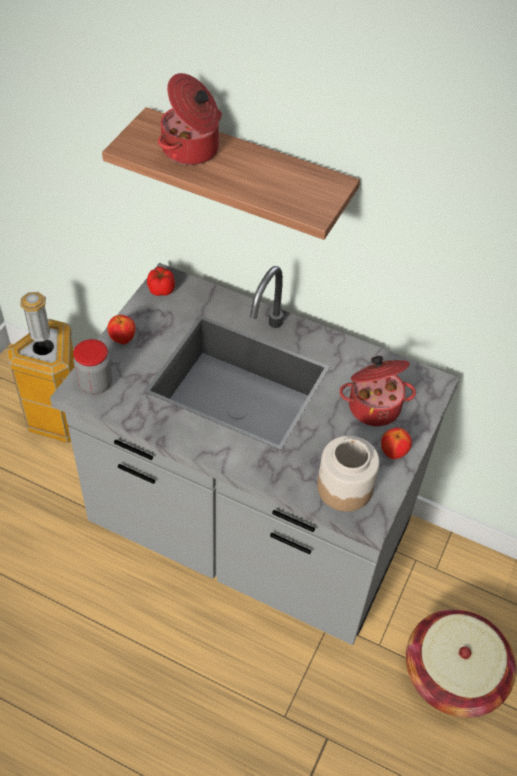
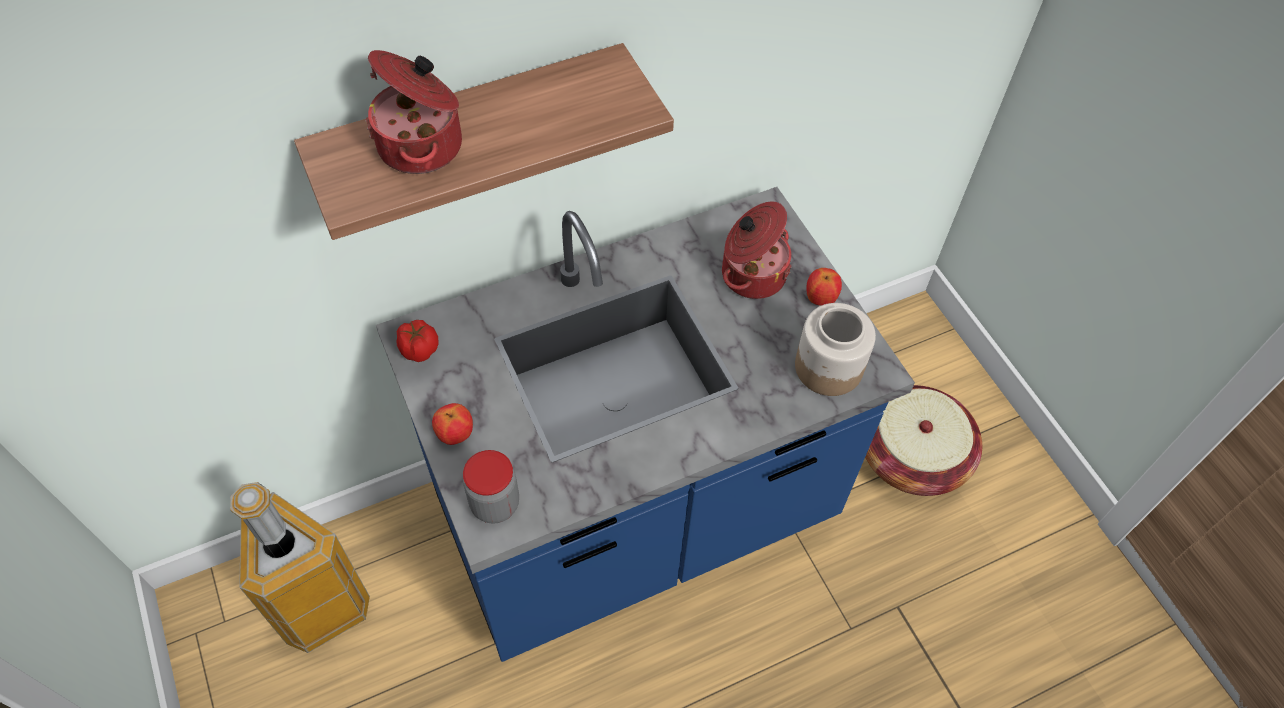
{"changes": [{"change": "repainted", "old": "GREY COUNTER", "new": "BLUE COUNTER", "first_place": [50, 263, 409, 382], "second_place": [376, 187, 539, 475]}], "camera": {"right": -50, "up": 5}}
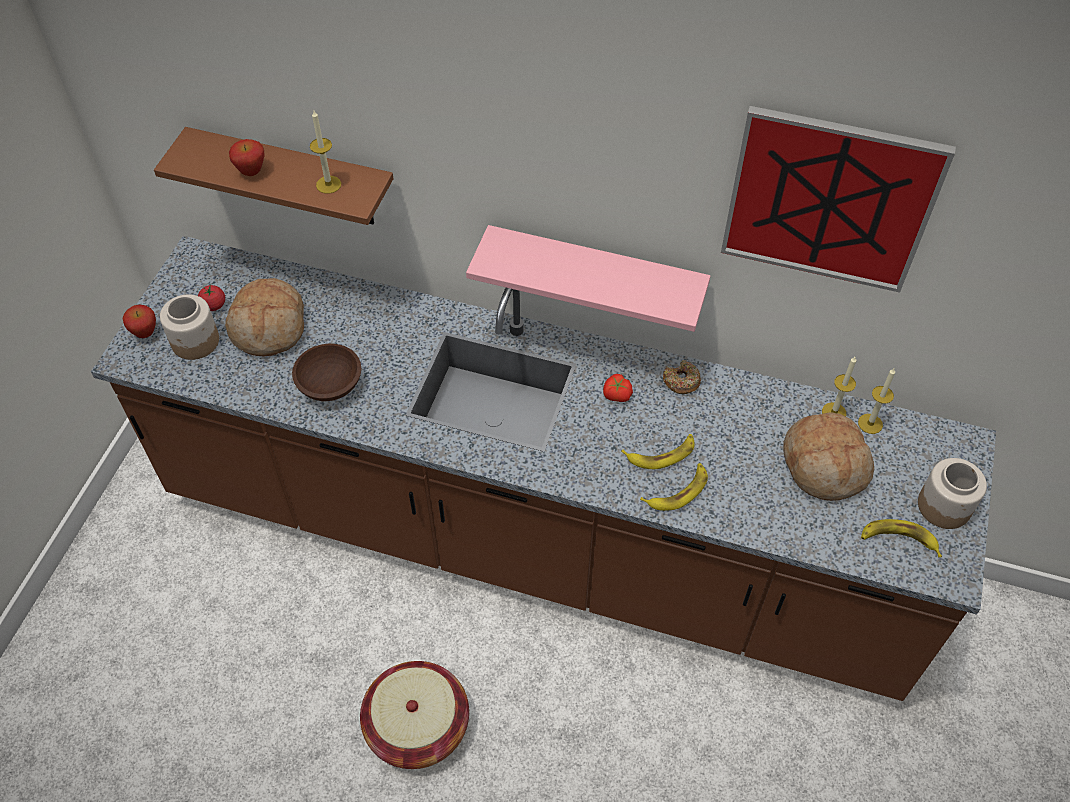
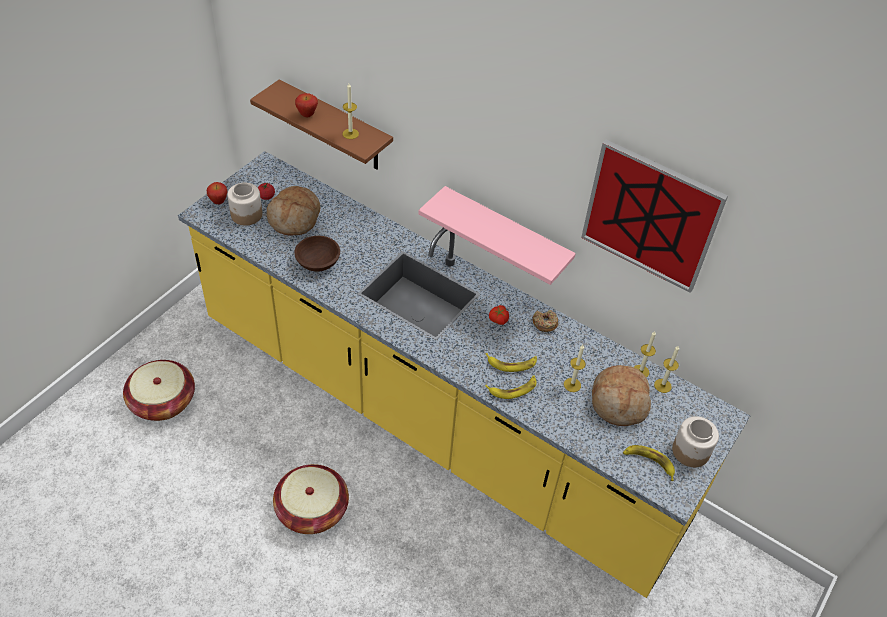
{"changes": [{"change": "new", "new": "BASKET", "second_place": [123, 360, 72, 61]}, {"change": "new", "new": "CANDLE", "second_place": [564, 345, 22, 47]}, {"change": "repainted", "old": "BROWN COUNTER", "new": "YELLOW COUNTER", "first_place": [91, 236, 905, 465], "second_place": [178, 151, 572, 447]}], "camera": {"right": 15, "up": -5}}
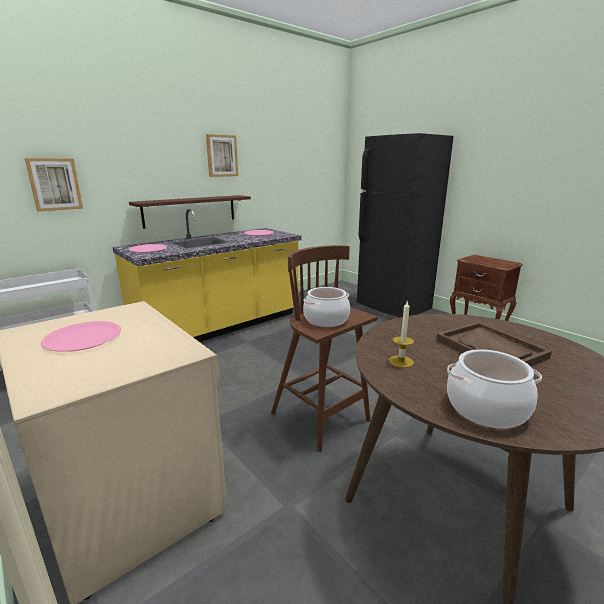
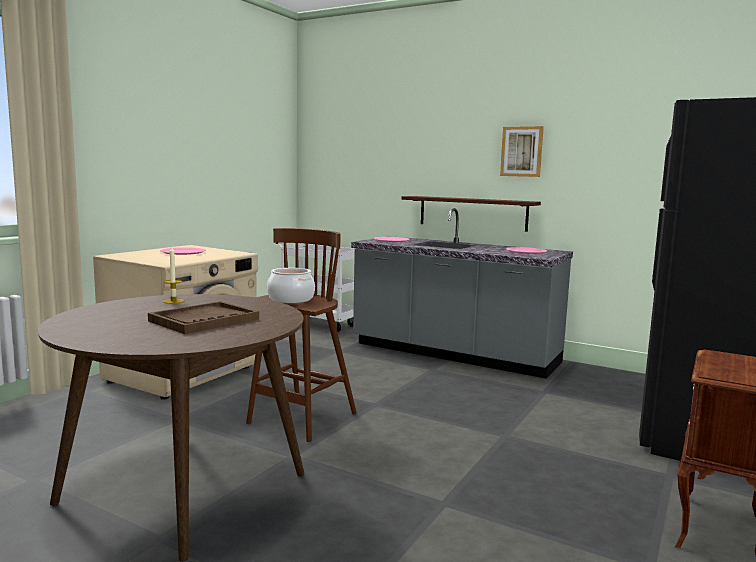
{"changes": [{"change": "gone", "old": "PICTURE", "first_place": [25, 158, 58, 54]}, {"change": "gone", "old": "COOKING POT", "first_place": [447, 349, 95, 80]}, {"change": "repainted", "old": "YELLOW COUNTER", "new": "GREY COUNTER", "first_place": [112, 209, 189, 133], "second_place": [351, 208, 222, 171]}], "camera": {"right": 70, "up": -10}}
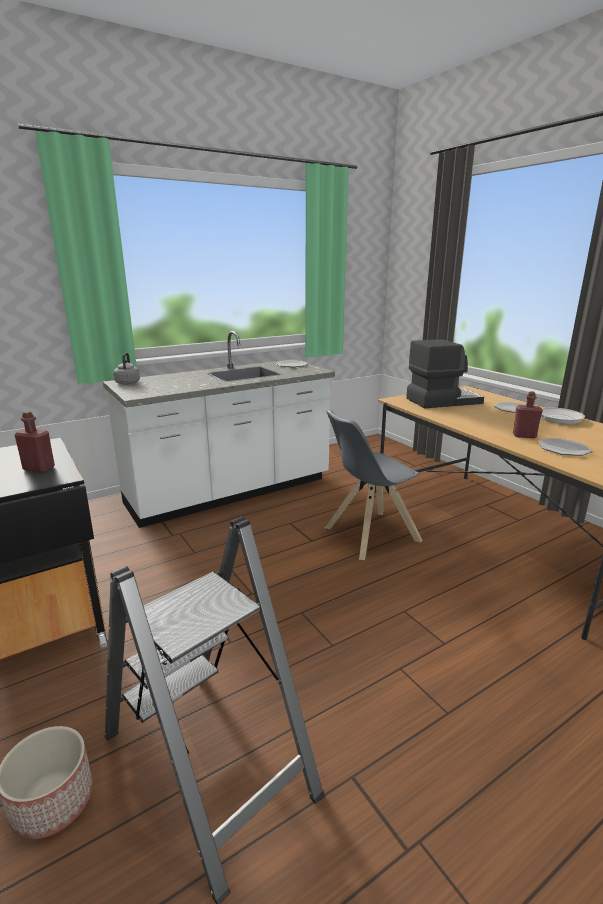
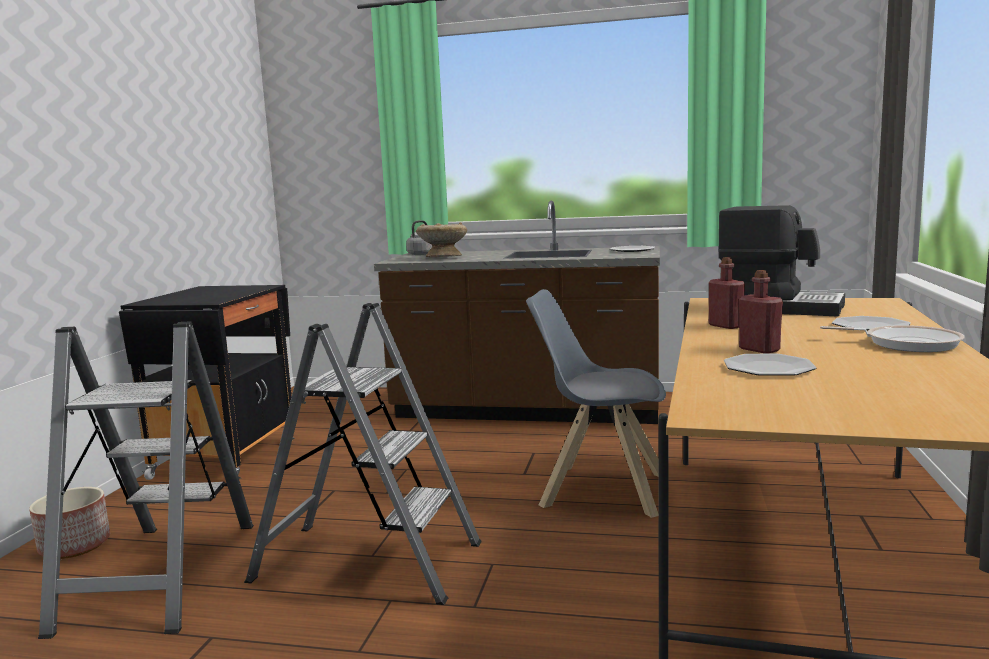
{"changes": [{"change": "new", "new": "GREY STEP LADDER", "second_place": [244, 303, 238, 302]}, {"change": "new", "new": "BEIGE BOWL", "second_place": [416, 222, 51, 35]}, {"change": "shifted", "old": "RED BOTTLE", "first_place": [15, 411, 40, 62], "second_place": [709, 257, 36, 72]}, {"change": "repainted", "old": "WHITE COUNTER", "new": "BROWN COUNTER", "first_place": [103, 331, 232, 197], "second_place": [374, 201, 286, 223]}], "camera": {"right": 45, "up": -10}}
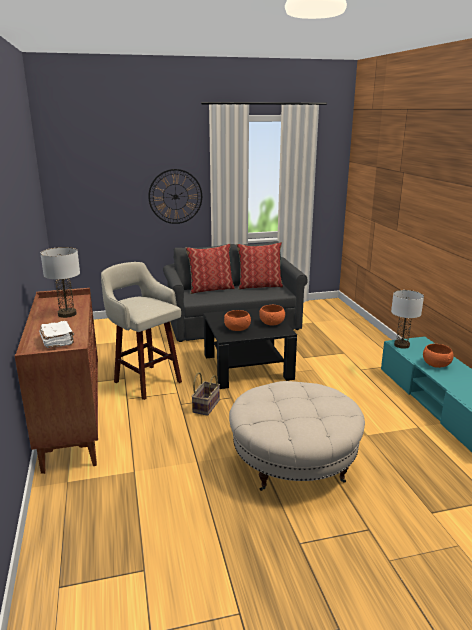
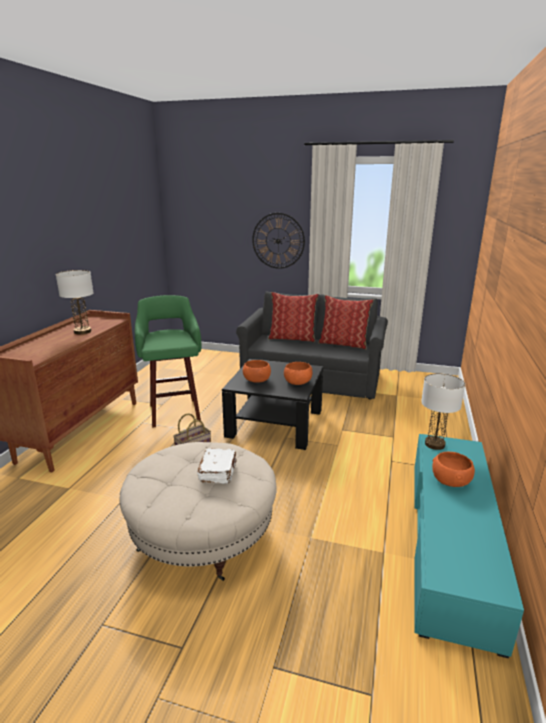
{"changes": [{"change": "shifted", "old": "WHITE BOOK", "first_place": [39, 321, 35, 27], "second_place": [197, 448, 40, 36]}, {"change": "repainted", "old": "BEIGE STOOL", "new": "GREEN STOOL", "first_place": [101, 262, 81, 138], "second_place": [135, 295, 66, 133]}], "camera": {"right": 30, "up": 0}}
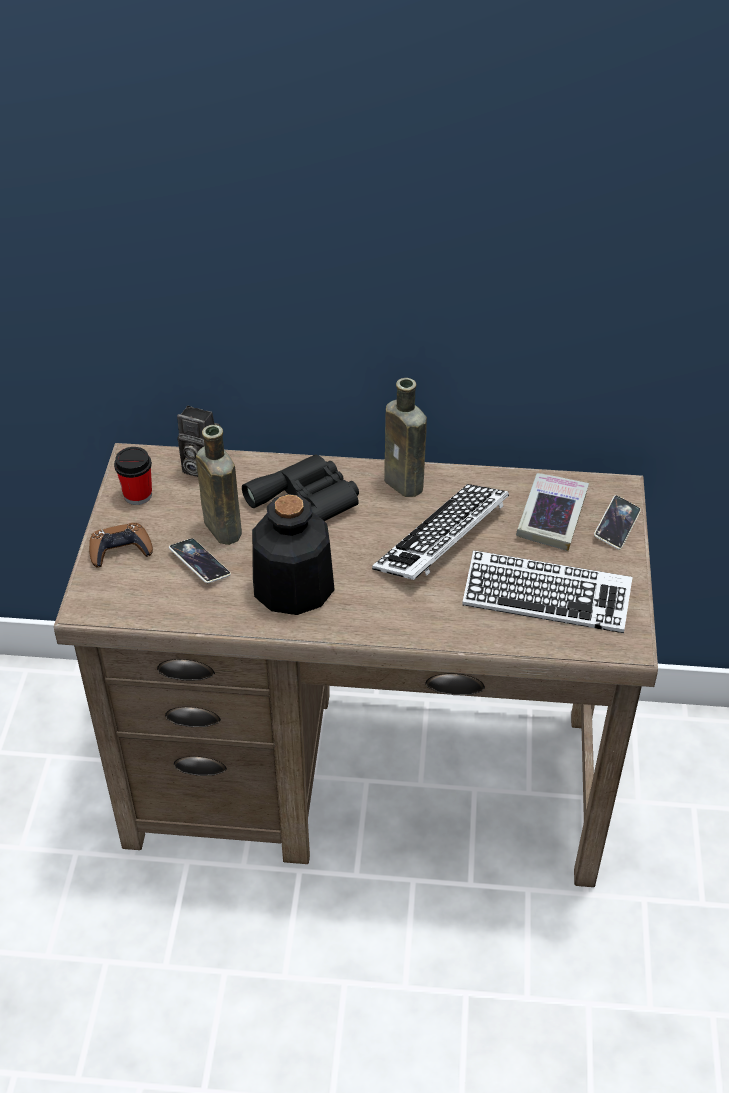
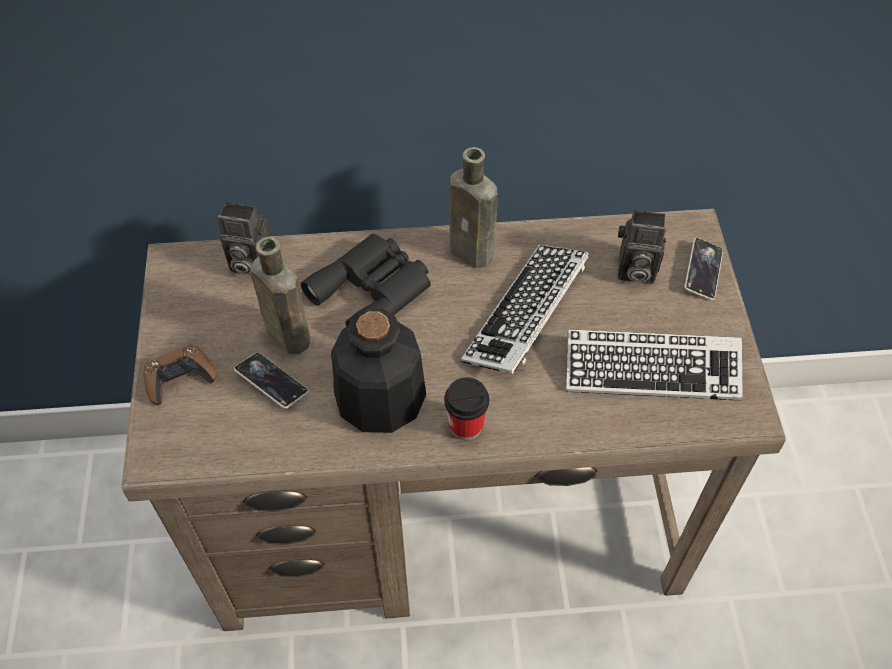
{"changes": [{"change": "shifted", "old": "CUP", "first_place": [114, 447, 38, 58], "second_place": [444, 377, 45, 63]}, {"change": "swapped", "old": "BOOK", "new": "PHOTO CAMERA", "first_place": [516, 473, 73, 78], "second_place": [618, 210, 48, 74]}], "camera": {"right": -10, "up": 10}}
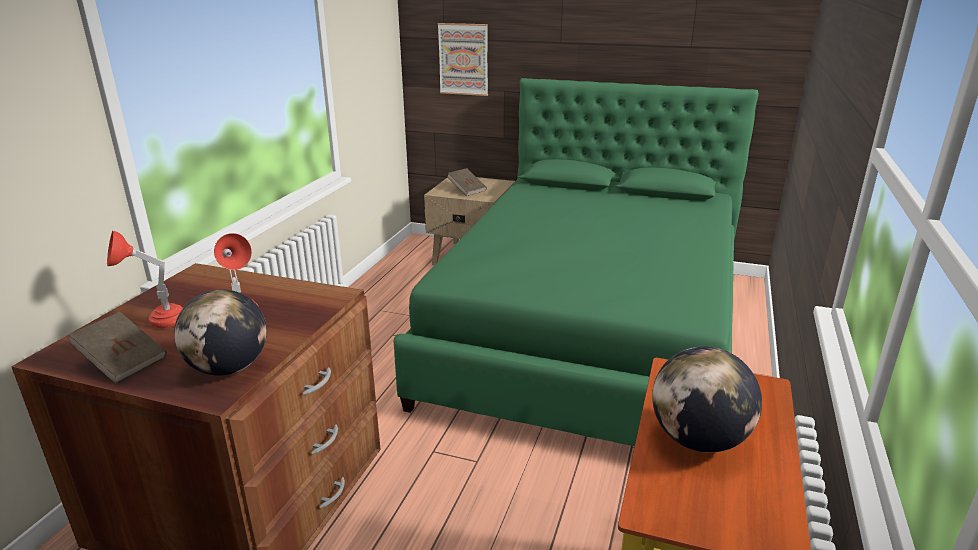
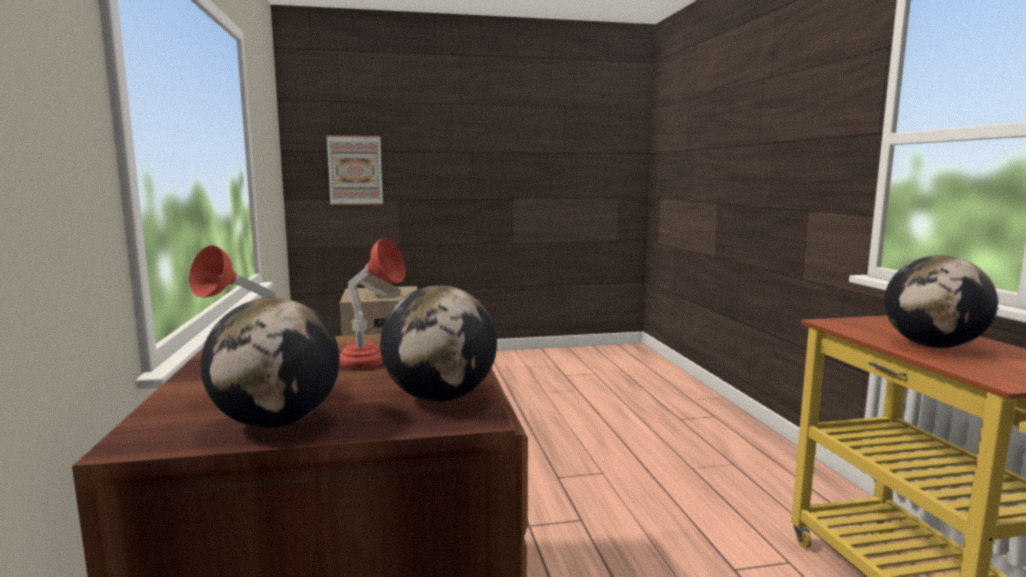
{"changes": [{"change": "gone", "old": "GREEN BED", "first_place": [394, 78, 365, 368]}, {"change": "swapped", "old": "BROWN BOOK", "new": "GLOBE", "first_place": [69, 312, 98, 72], "second_place": [201, 298, 139, 130]}], "camera": {"right": -30, "up": -15}}
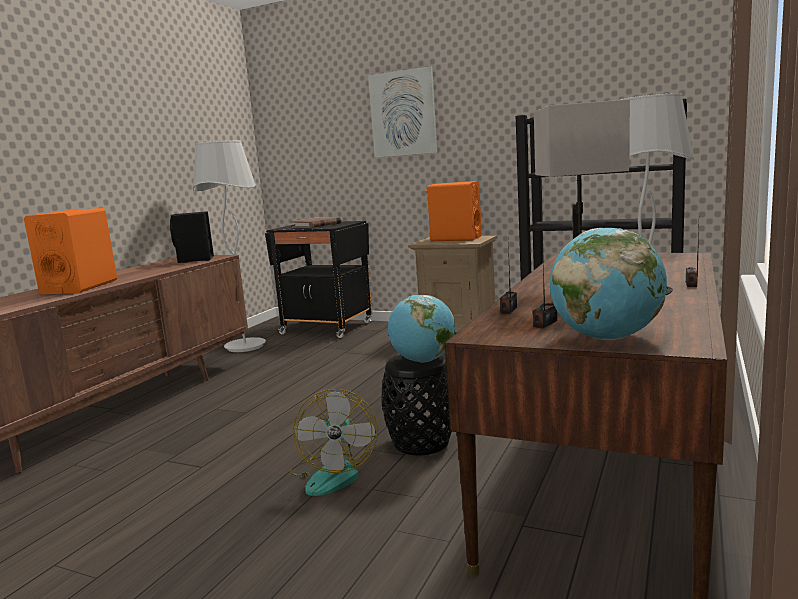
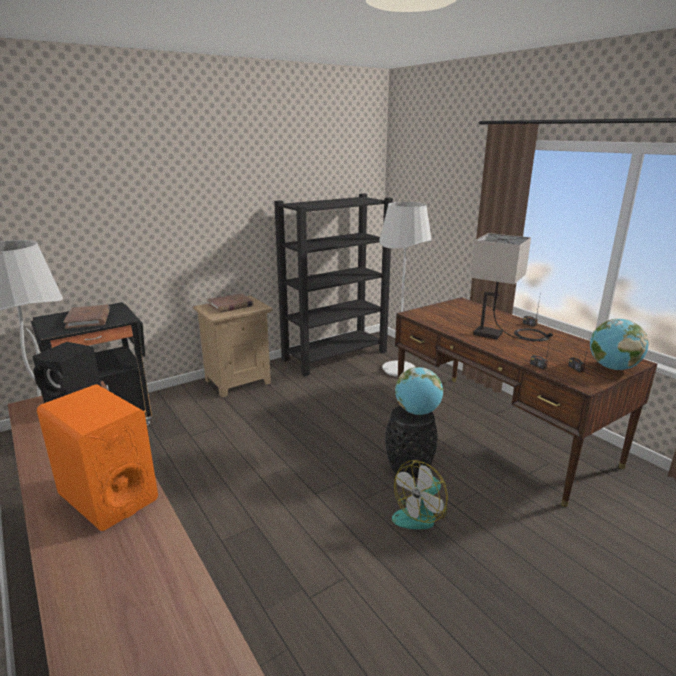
{"changes": [{"change": "gone", "old": "PICTURE", "first_place": [368, 66, 69, 92]}, {"change": "swapped", "old": "ORANGE SPEAKER", "new": "BROWN BOOK", "first_place": [425, 181, 57, 60], "second_place": [207, 293, 47, 20]}, {"change": "rotated", "old": "FAN", "first_place": [290, 389, 88, 107], "second_place": [392, 460, 56, 70], "degrees": 105}], "camera": {"right": -60, "up": 10}}
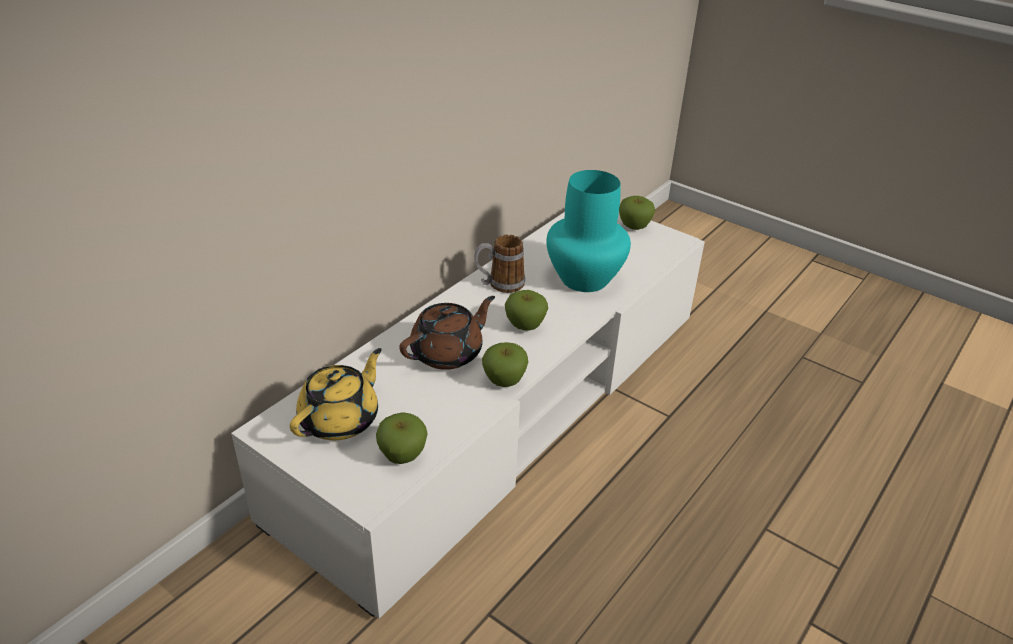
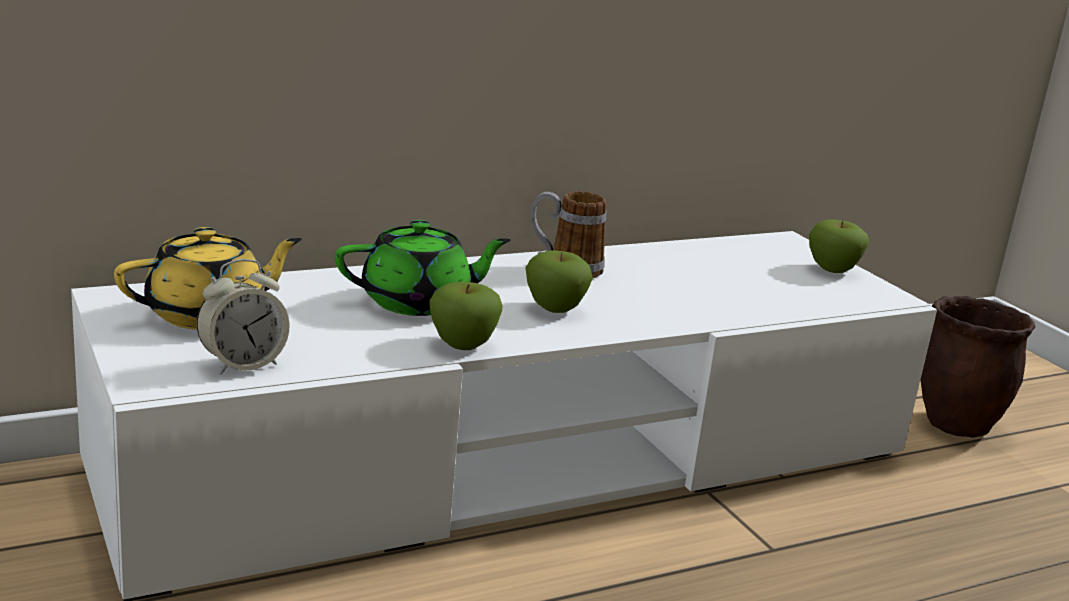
{"changes": [{"change": "gone", "old": "TURQUOISE VASE", "first_place": [546, 170, 85, 122]}, {"change": "new", "new": "BROWN PLANTER", "second_place": [921, 296, 114, 142]}, {"change": "swapped", "old": "APPLE", "new": "ALARM CLOCK", "first_place": [376, 412, 52, 52], "second_place": [197, 259, 93, 116]}, {"change": "repainted", "old": "BROWN TEAPOT", "new": "GREEN TEAPOT", "first_place": [399, 296, 96, 74], "second_place": [335, 220, 176, 96]}], "camera": {"right": 25, "up": -15}}
